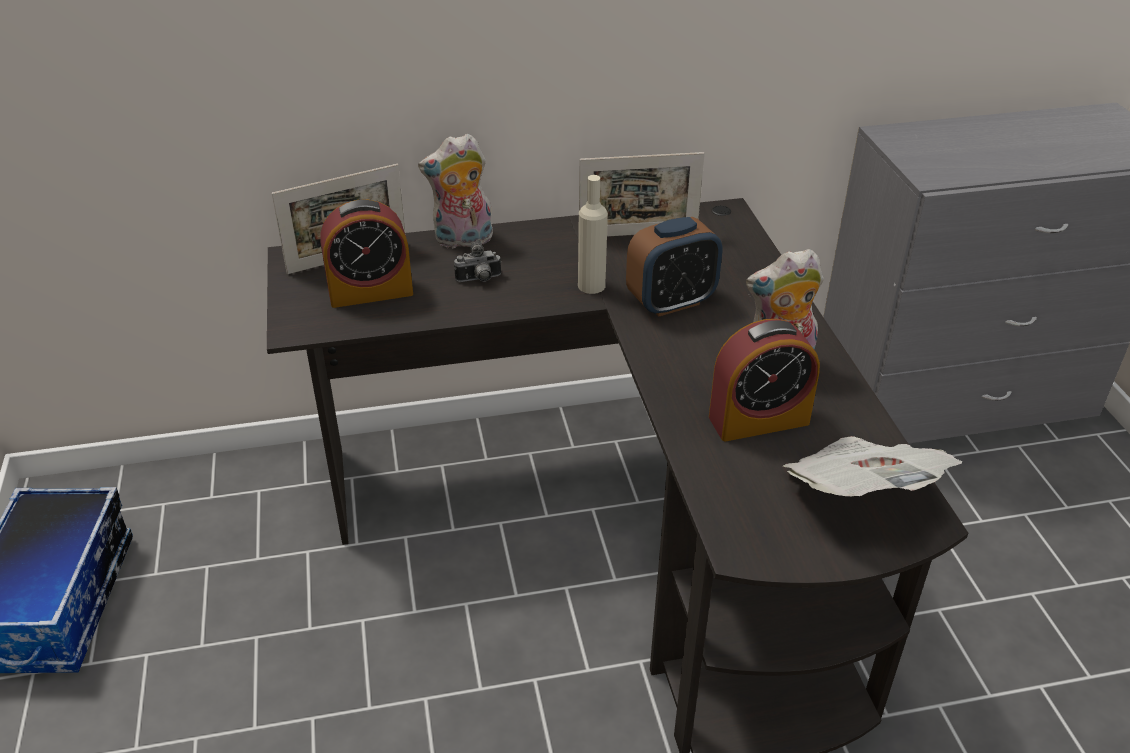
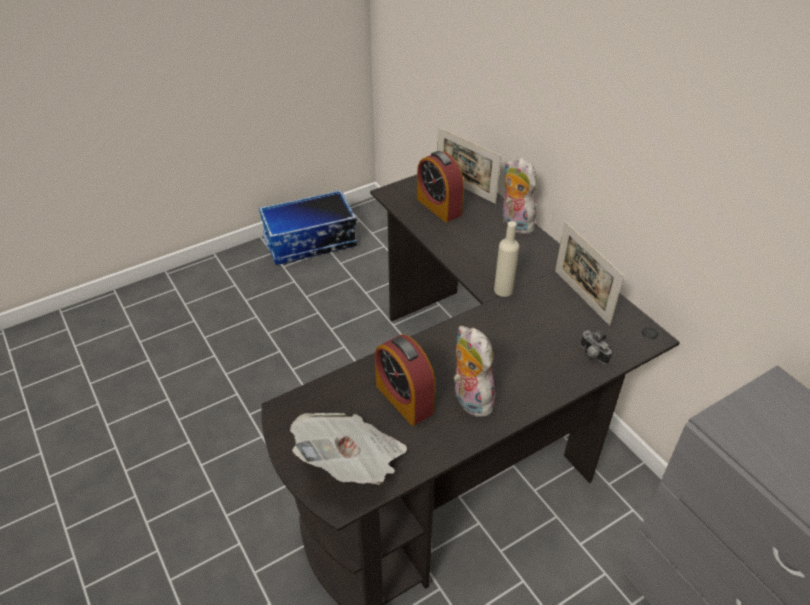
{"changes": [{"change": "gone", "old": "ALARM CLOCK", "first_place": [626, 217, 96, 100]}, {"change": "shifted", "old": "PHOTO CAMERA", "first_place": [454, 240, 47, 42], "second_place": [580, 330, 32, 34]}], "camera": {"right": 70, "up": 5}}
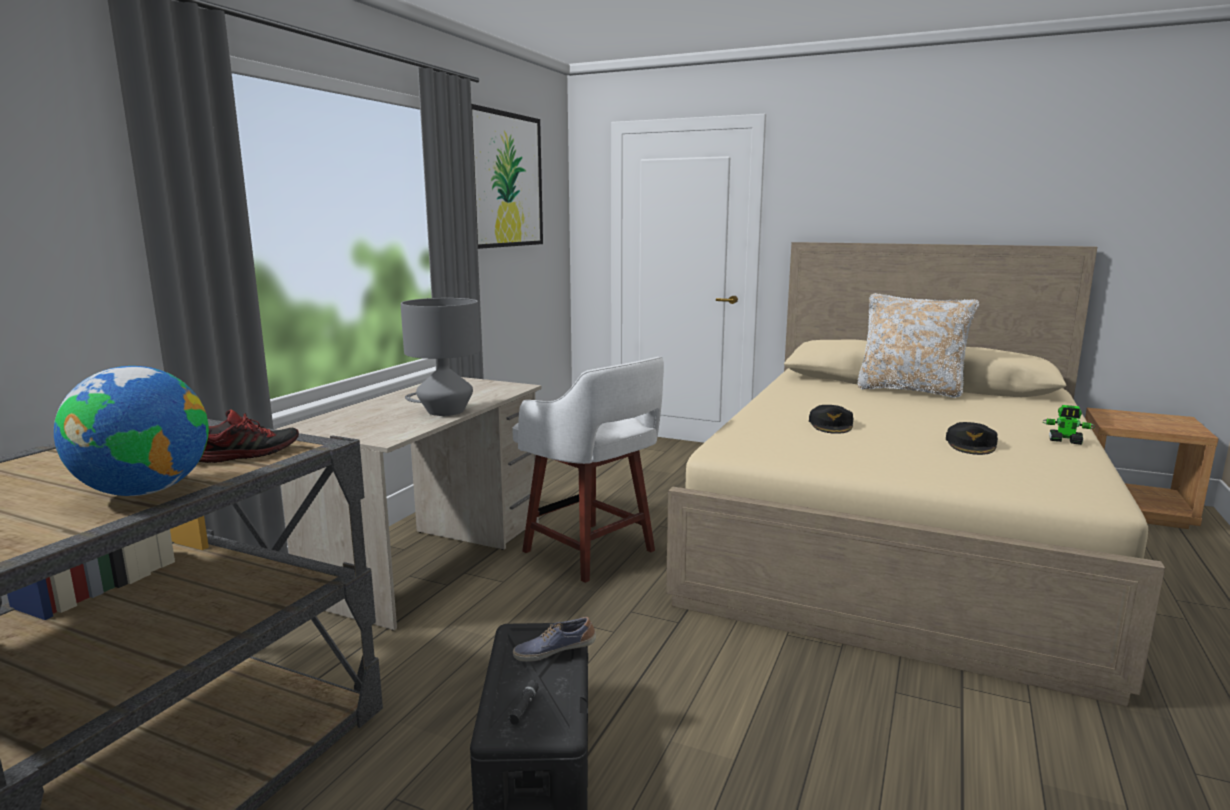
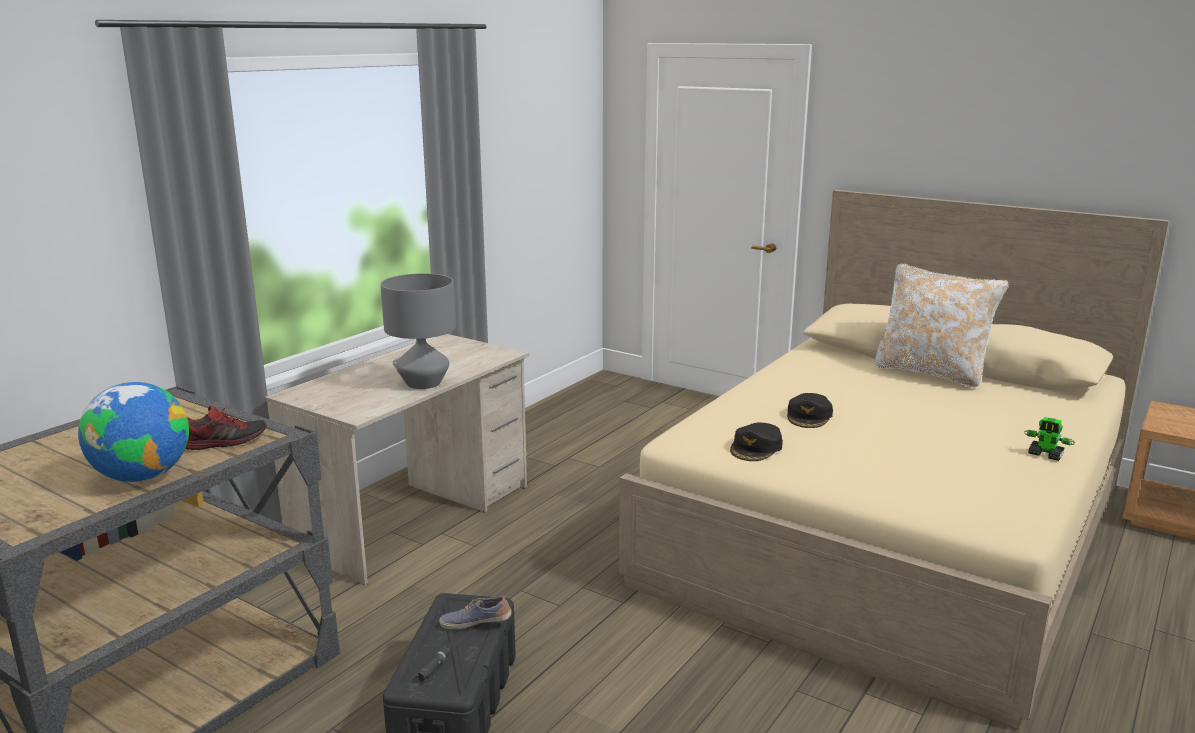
{"changes": [{"change": "gone", "old": "PICTURE", "first_place": [471, 104, 72, 145]}, {"change": "gone", "old": "WHITE STOOL", "first_place": [512, 357, 152, 226]}, {"change": "shifted", "old": "BLACK CAP", "first_place": [946, 422, 52, 33], "second_place": [730, 423, 53, 38]}], "camera": {"right": 10, "up": 5}}
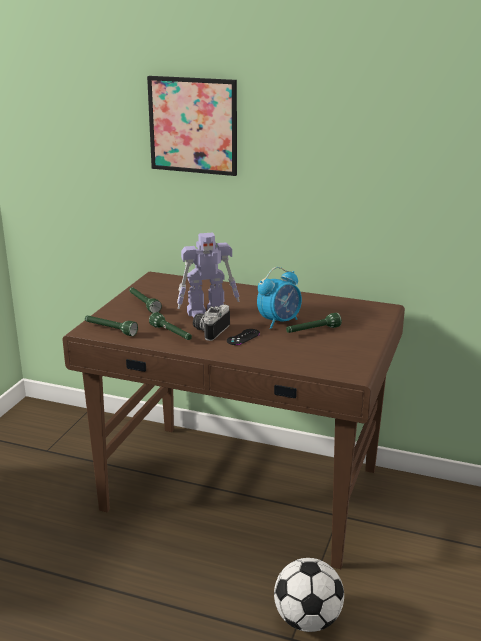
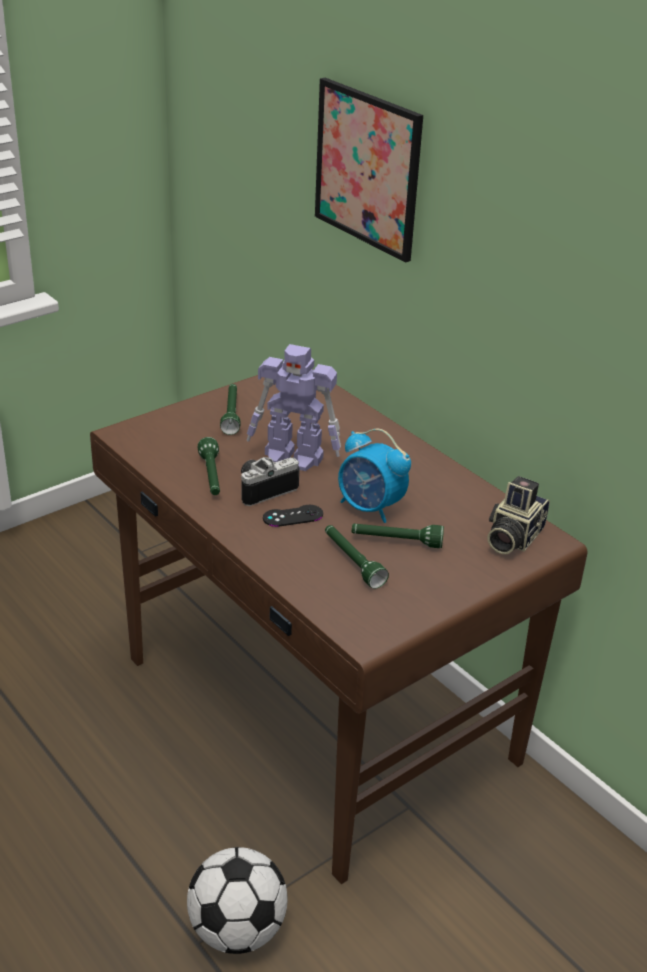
{"changes": [{"change": "new", "new": "PHOTO CAMERA", "second_place": [487, 476, 63, 78]}, {"change": "shifted", "old": "GREEN FLASHLIGHT", "first_place": [85, 315, 53, 21], "second_place": [325, 525, 64, 64]}, {"change": "rotated", "old": "ALARM CLOCK", "first_place": [257, 267, 45, 62], "second_place": [338, 429, 73, 94], "degrees": 45}], "camera": {"right": 30, "up": 10}}
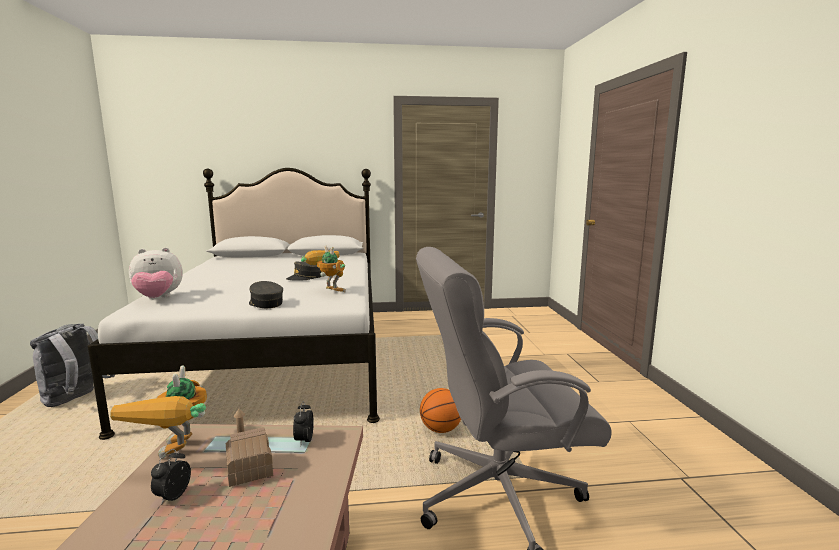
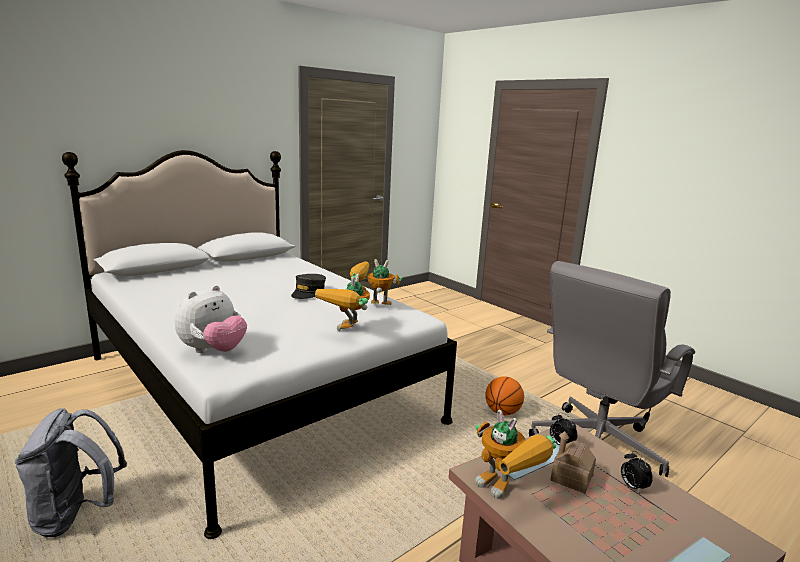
{"changes": [{"change": "shifted", "old": "ALARM CLOCK", "first_place": [151, 449, 40, 55], "second_place": [621, 451, 32, 42]}, {"change": "swapped", "old": "GREY CAP", "new": "TOY ROBOT", "first_place": [249, 281, 34, 27], "second_place": [315, 274, 55, 57]}], "camera": {"right": -35, "up": 5}}
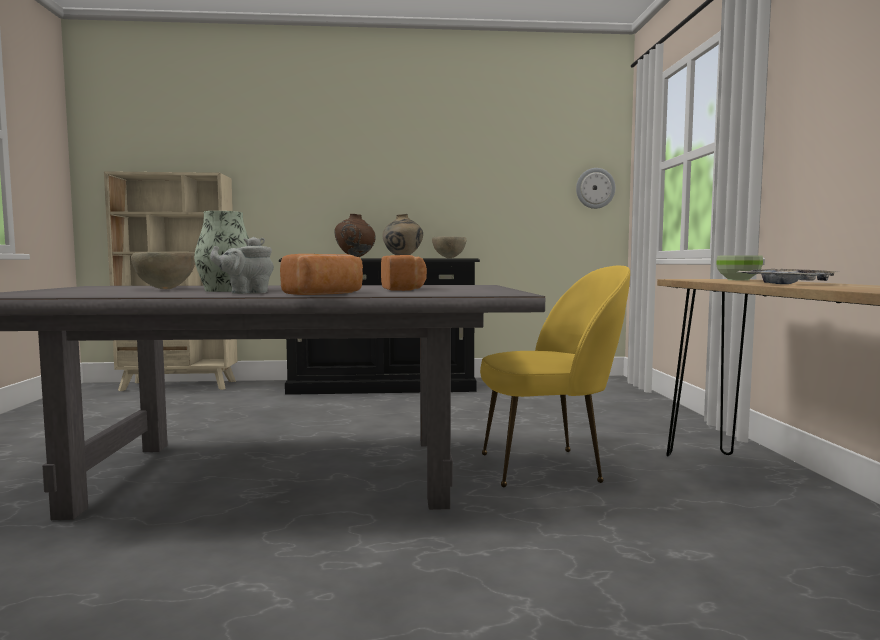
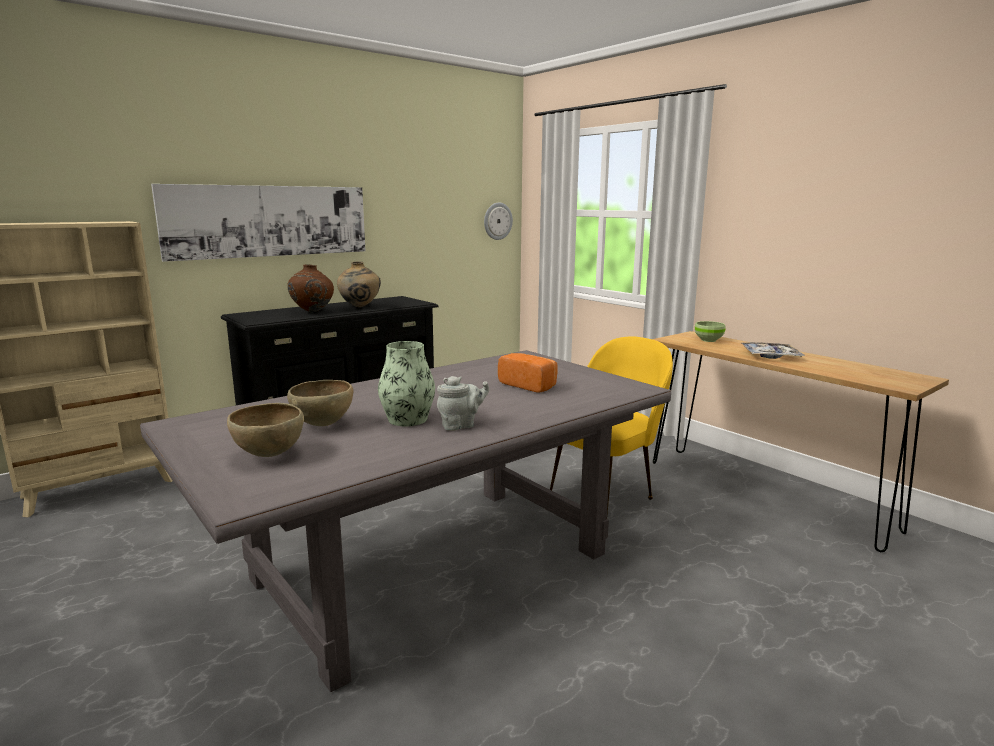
{"changes": [{"change": "gone", "old": "BREAD", "first_place": [280, 254, 83, 41]}, {"change": "new", "new": "PICTURE", "second_place": [151, 184, 215, 78]}, {"change": "shifted", "old": "BROWN BOWL", "first_place": [432, 236, 34, 22], "second_place": [227, 403, 77, 54]}, {"change": "rotated", "old": "GREY TEAPOT", "first_place": [210, 237, 64, 57], "second_place": [437, 376, 52, 55], "degrees": -150}], "camera": {"right": -35, "up": 10}}
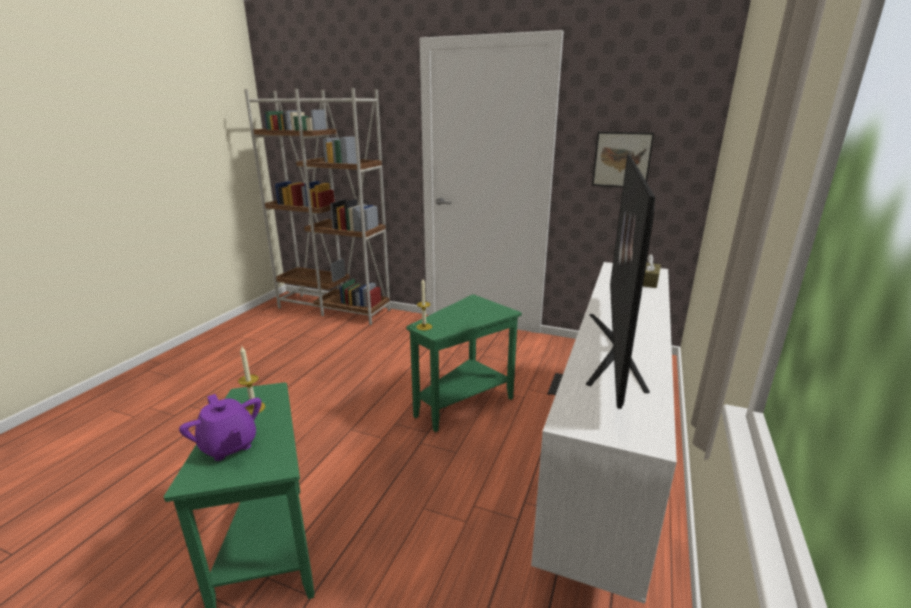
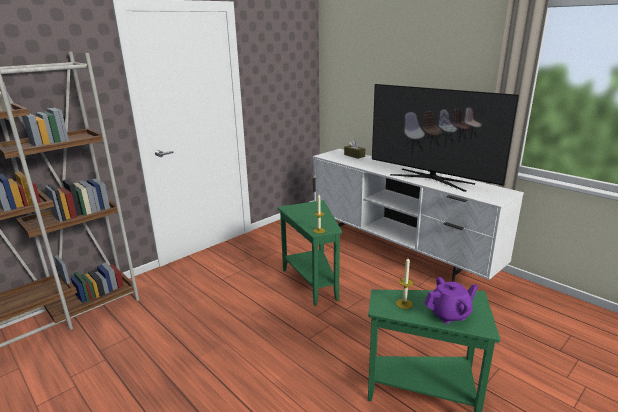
{"changes": [{"change": "gone", "old": "PICTURE", "first_place": [592, 132, 62, 56]}], "camera": {"right": -65, "up": 0}}
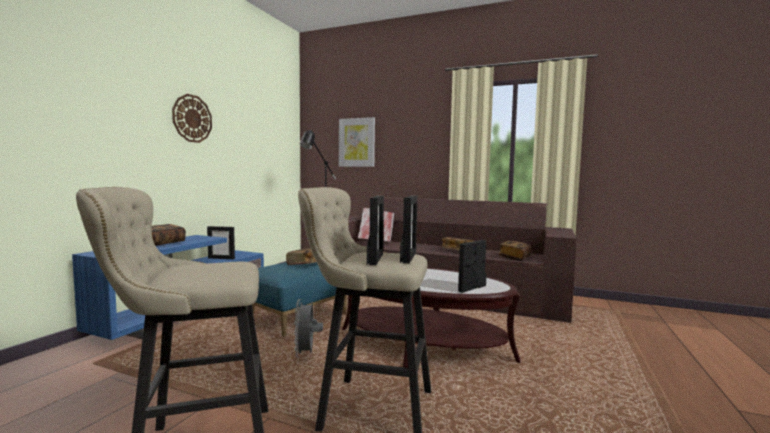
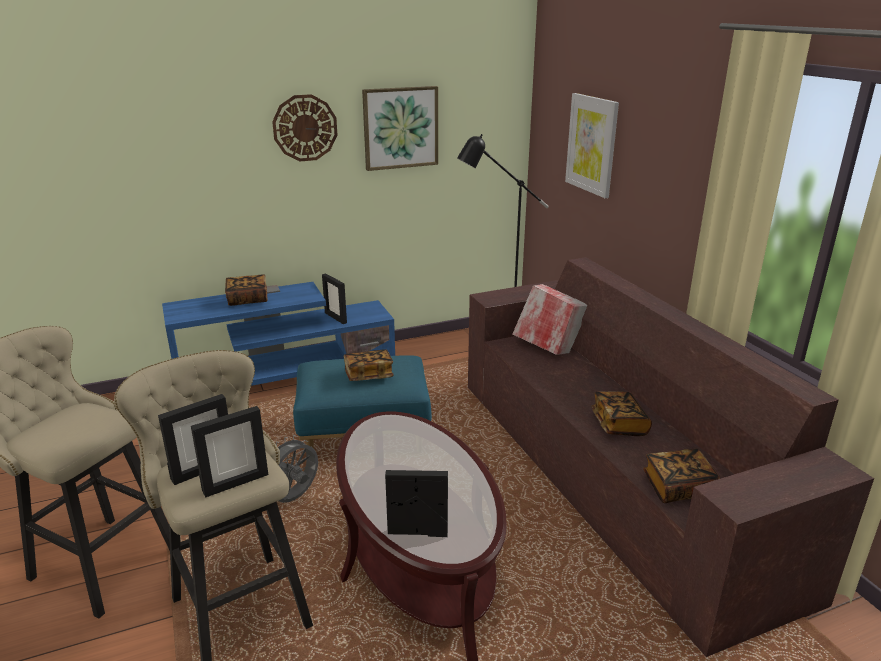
{"changes": [{"change": "new", "new": "PICTURE", "second_place": [362, 86, 76, 85]}], "camera": {"right": 45, "up": 20}}
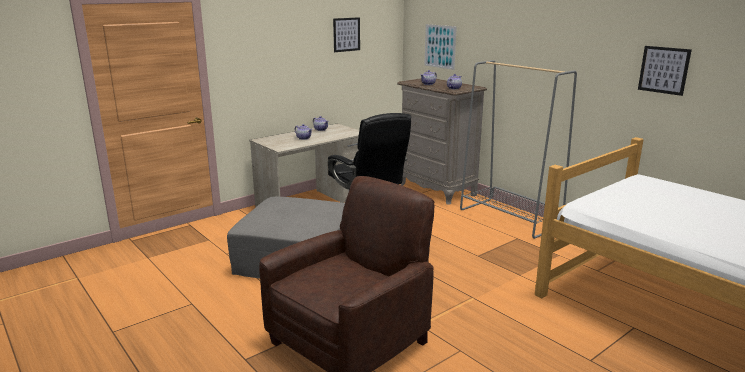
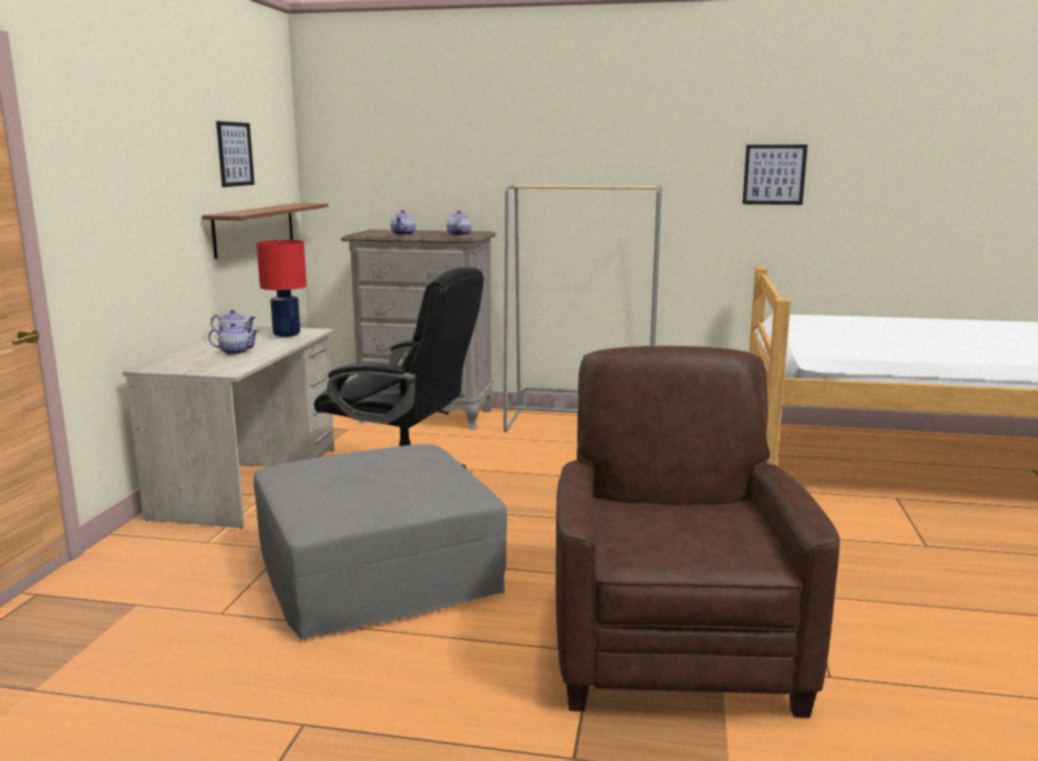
{"changes": [{"change": "gone", "old": "PICTURE", "first_place": [425, 24, 32, 46]}, {"change": "new", "new": "BROWN SHELF", "second_place": [202, 203, 126, 56]}, {"change": "new", "new": "RED TABLE LAMP", "second_place": [256, 240, 51, 97]}], "camera": {"right": -40, "up": -5}}
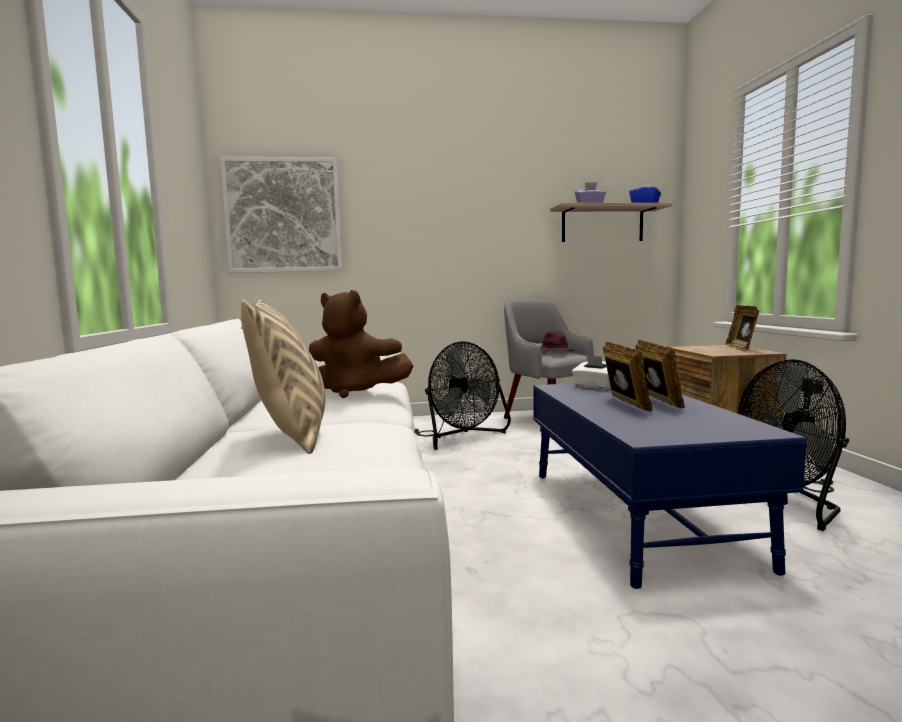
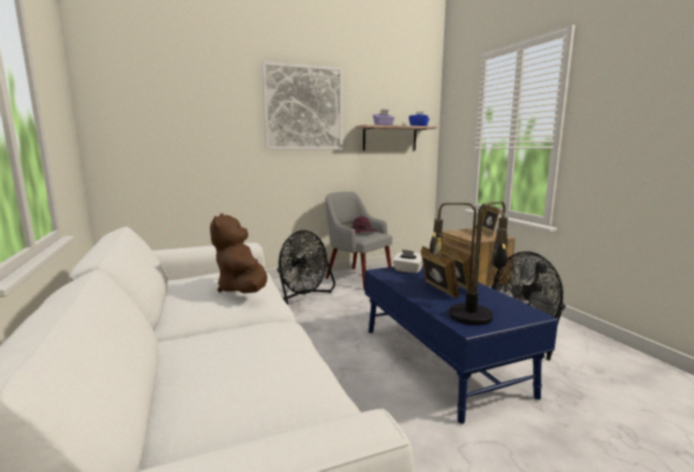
{"changes": [{"change": "gone", "old": "BEIGE PILLOW", "first_place": [241, 299, 84, 155]}, {"change": "new", "new": "TABLE LAMP", "second_place": [430, 202, 78, 123]}, {"change": "shifted", "old": "PICTURE", "first_place": [220, 157, 123, 116], "second_place": [262, 61, 81, 89]}, {"change": "rotated", "old": "BROWN PLUSH TOY", "first_place": [309, 290, 104, 108], "second_place": [210, 213, 57, 80], "degrees": 75}], "camera": {"right": -15, "up": 5}}
